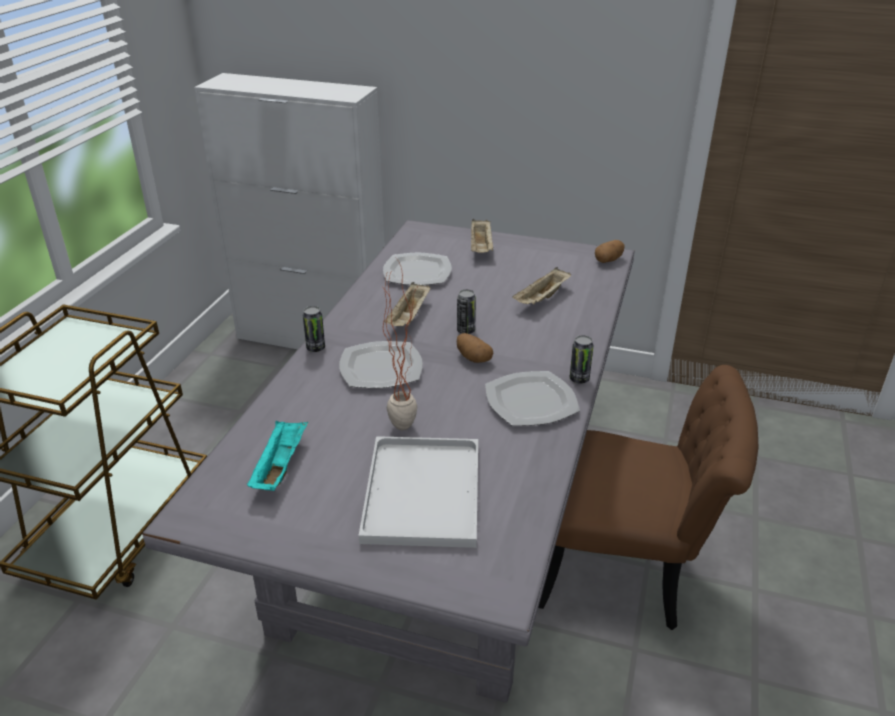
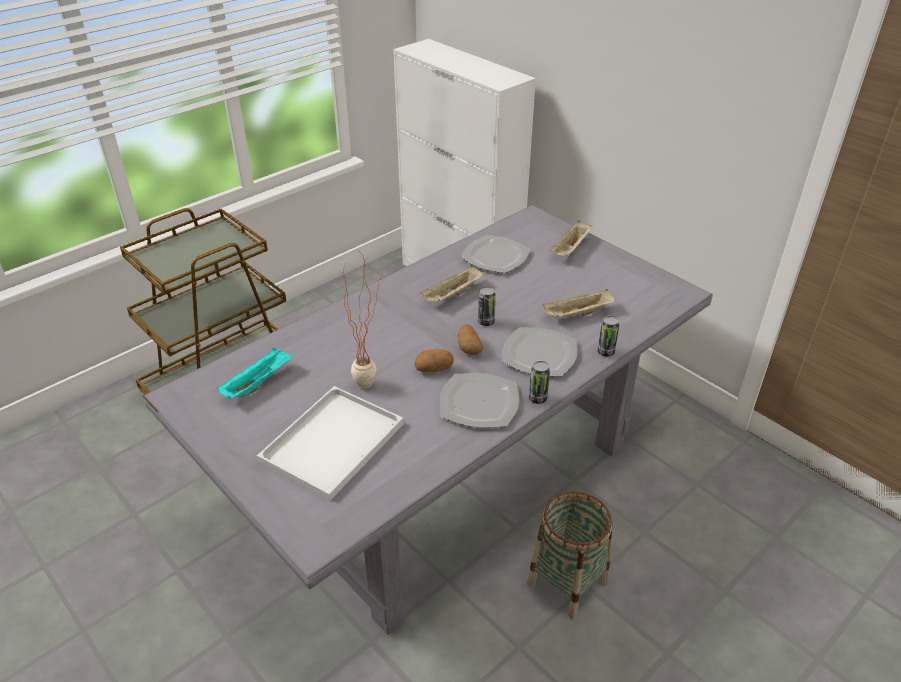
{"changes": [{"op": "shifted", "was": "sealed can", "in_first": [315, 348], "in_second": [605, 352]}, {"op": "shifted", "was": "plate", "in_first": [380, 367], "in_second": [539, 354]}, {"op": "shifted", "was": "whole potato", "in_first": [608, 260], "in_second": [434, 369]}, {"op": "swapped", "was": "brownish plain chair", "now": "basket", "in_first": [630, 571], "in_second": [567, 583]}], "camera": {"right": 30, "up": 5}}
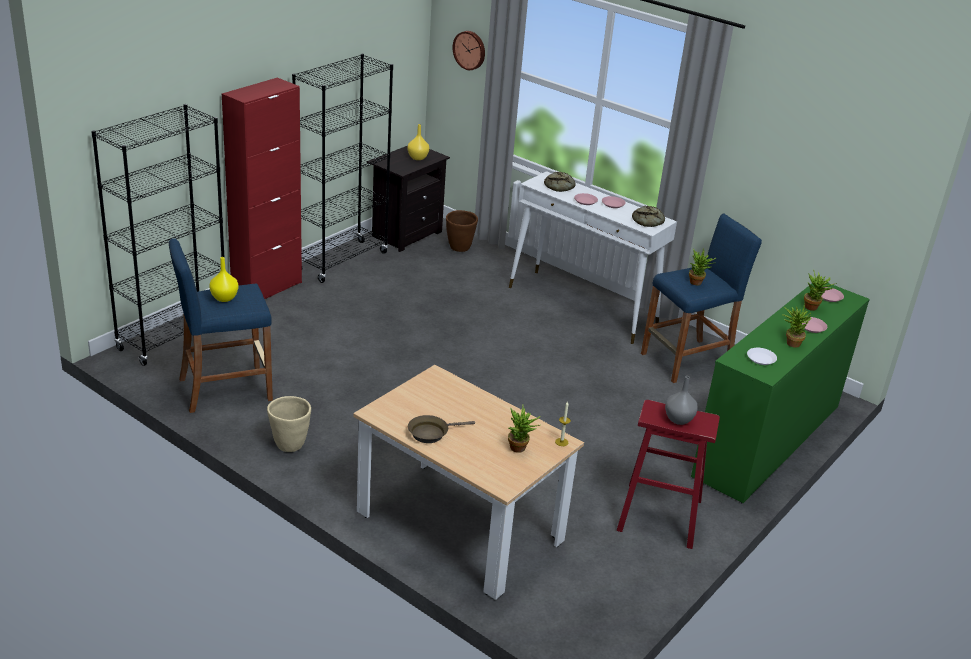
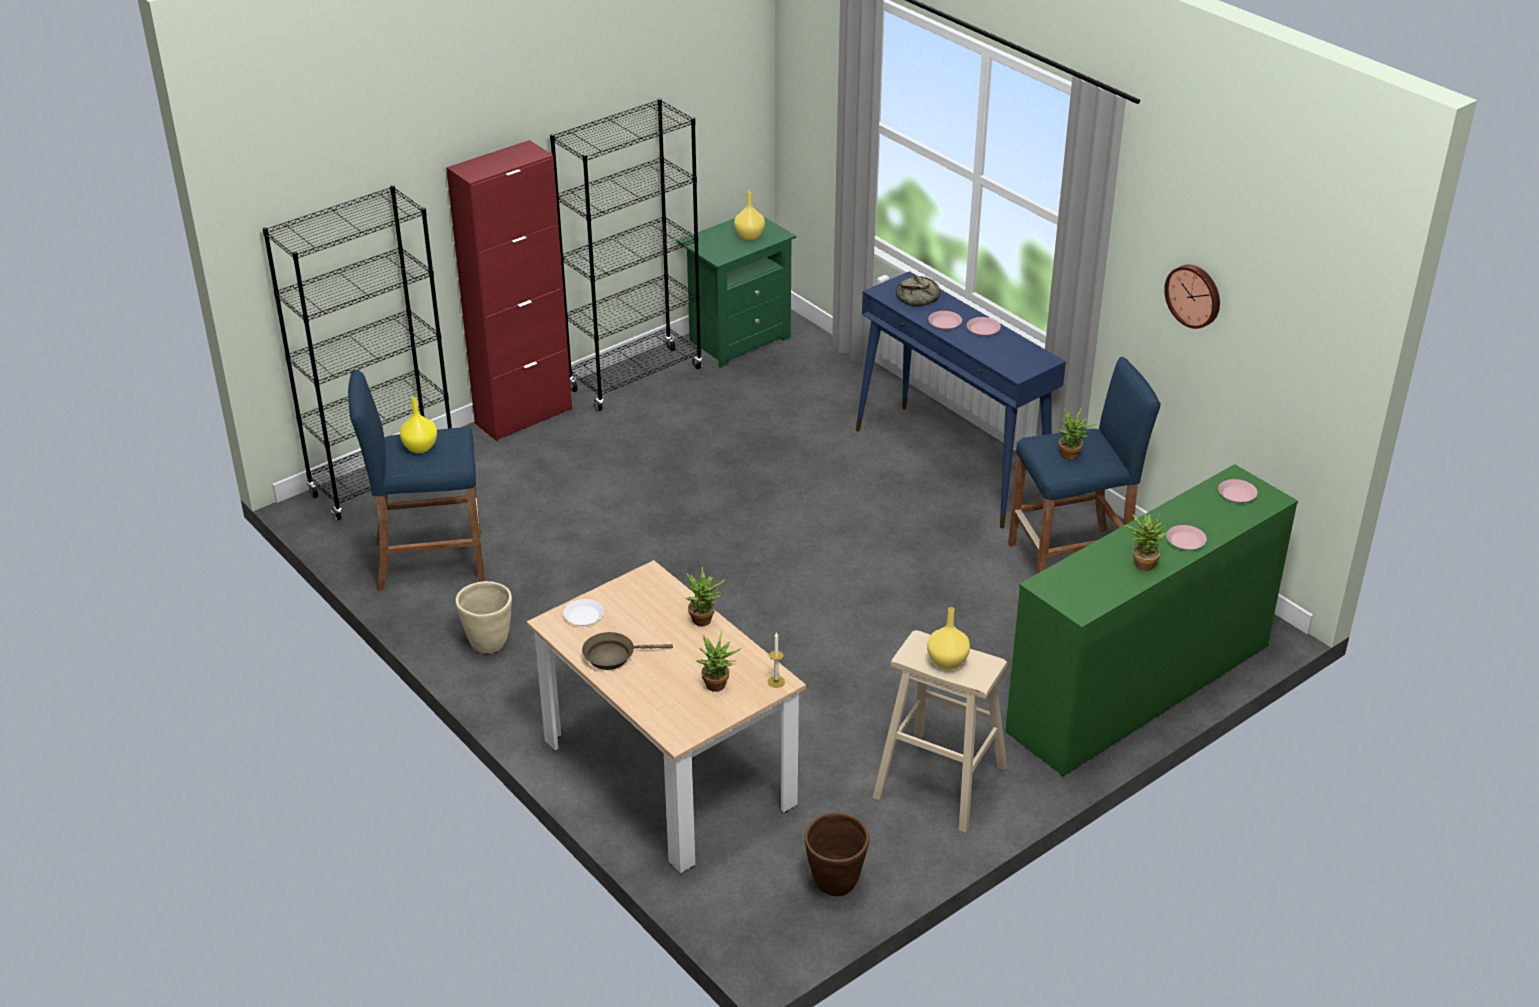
{"changes": [{"op": "gone", "was": "bakery bread", "in_first": [649, 221]}, {"op": "shifted", "was": "brownish plant pot", "in_first": [459, 248], "in_second": [835, 884]}, {"op": "shifted", "was": "clock on the wall", "in_first": [470, 50], "in_second": [1194, 295]}, {"op": "shifted", "was": "whitish plate", "in_first": [761, 359], "in_second": [584, 616]}, {"op": "shifted", "was": "potted plant", "in_first": [813, 308], "in_second": [705, 621]}, {"op": "repainted", "was": "black-coloured night table", "now": "green-coloured night table", "in_first": [405, 234], "in_second": [737, 339]}, {"op": "repainted", "was": "whitish hall table", "now": "blue hall table", "in_first": [582, 306], "in_second": [952, 465]}, {"op": "repainted", "was": "reddish stool", "now": "beige stool", "in_first": [659, 515], "in_second": [940, 781]}, {"op": "repainted", "was": "grey flower vase", "now": "yellowish flower vase", "in_first": [679, 420], "in_second": [947, 662]}], "camera": {"right": 15, "up": 5}}
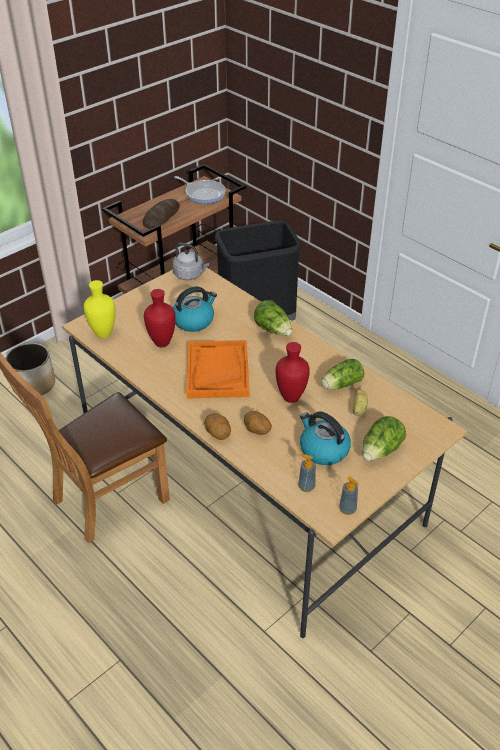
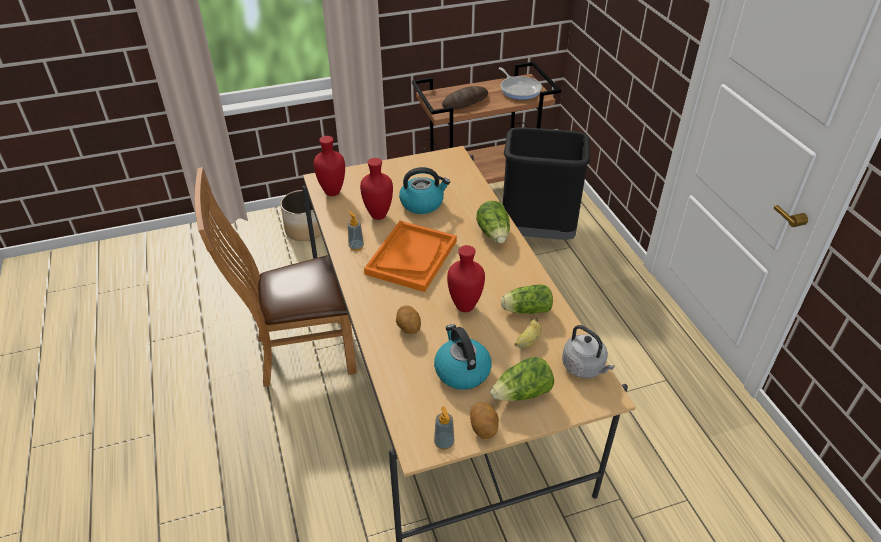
{"changes": [{"op": "shifted", "was": "grey tea kettle", "in_first": [190, 275], "in_second": [585, 367]}, {"op": "shifted", "was": "whole potato", "in_first": [218, 434], "in_second": [484, 428]}, {"op": "shifted", "was": "soap dispenser", "in_first": [306, 486], "in_second": [356, 246]}, {"op": "repainted", "was": "yellowish flower vase", "now": "reddish flower vase", "in_first": [103, 335], "in_second": [332, 193]}], "camera": {"right": 25, "up": 0}}
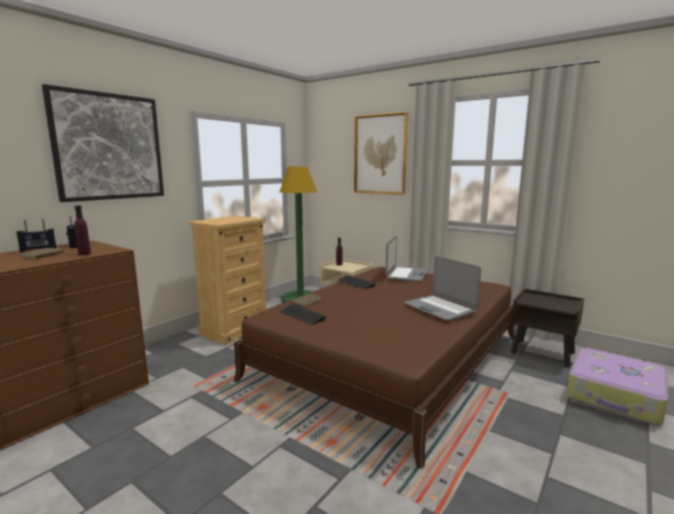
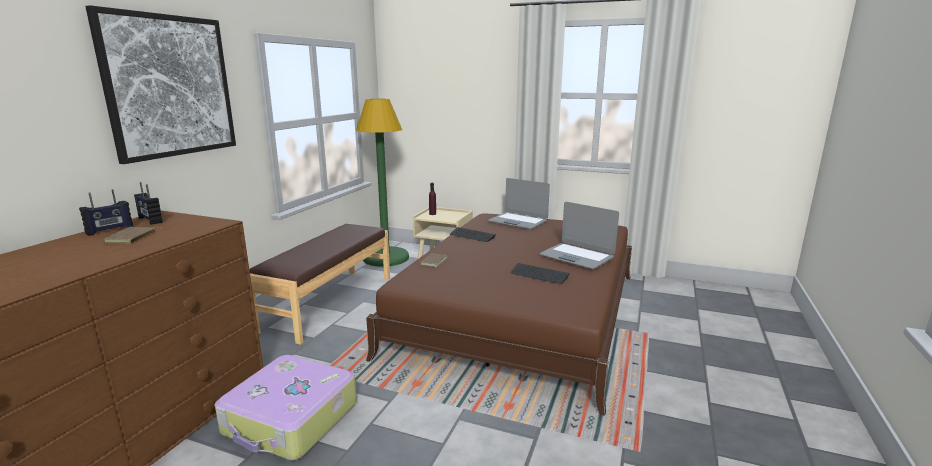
{"changes": [{"op": "gone", "was": "purple beverage bottle", "in_first": [84, 254]}, {"op": "gone", "was": "wall art", "in_first": [380, 154]}, {"op": "gone", "was": "brownish night table", "in_first": [543, 353]}, {"op": "shifted", "was": "PC keyboard", "in_first": [302, 315], "in_second": [539, 275]}, {"op": "shifted", "was": "travel case", "in_first": [615, 396], "in_second": [291, 419]}, {"op": "swapped", "was": "beige chest of drawers", "now": "brownish indoor bench", "in_first": [234, 330], "in_second": [328, 302]}, {"op": "rotated", "was": "portable computer", "in_first": [406, 275], "in_second": [518, 221], "clockwise": 120}], "camera": {"right": -15, "up": 5}}
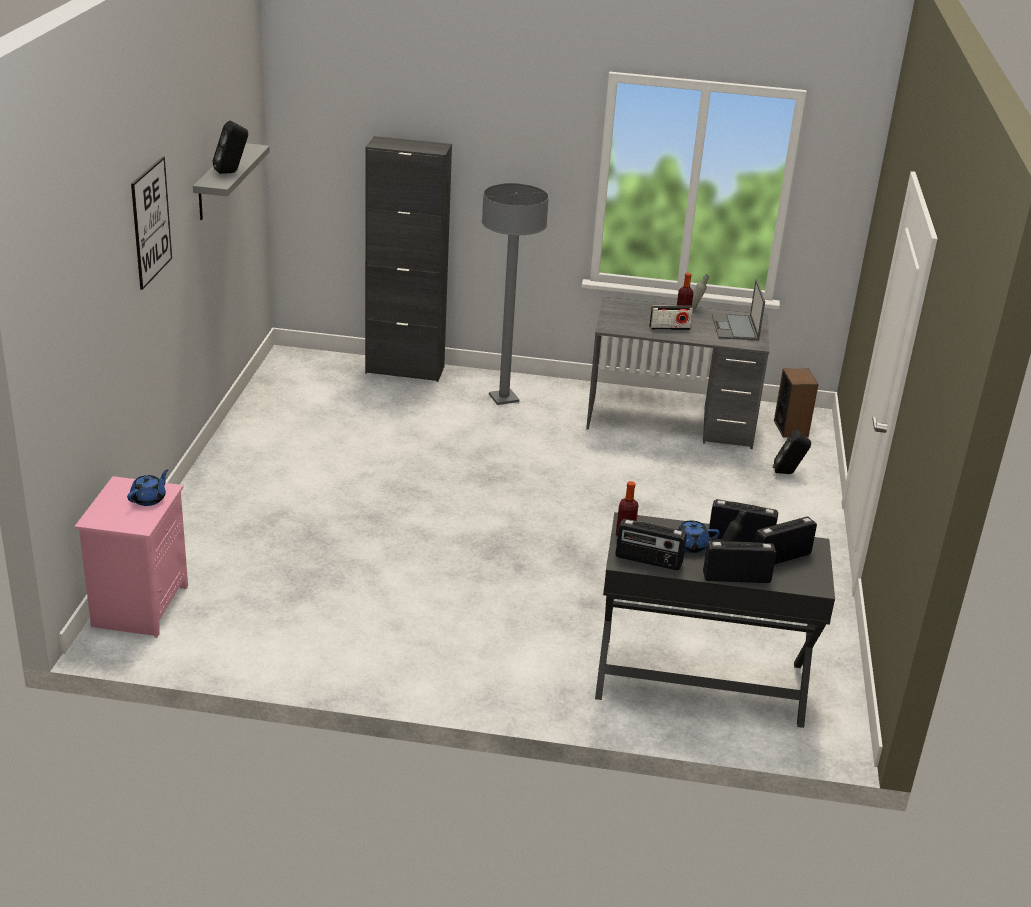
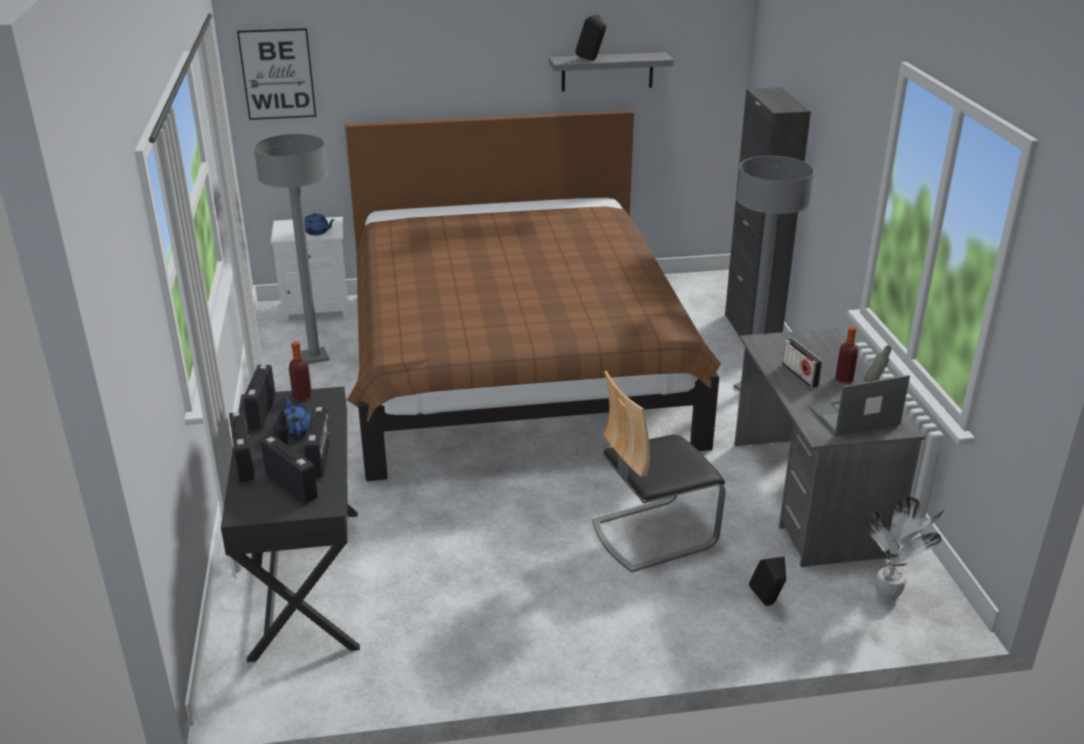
{"changes": [{"op": "new", "now": "grey standard lamp", "in_second": [314, 357]}, {"op": "new", "now": "brownish bed", "in_second": [514, 365]}, {"op": "new", "now": "plain chair", "in_second": [652, 533]}, {"op": "shifted", "was": "wall art", "in_first": [151, 222], "in_second": [277, 74]}, {"op": "swapped", "was": "audio speaker", "now": "potted plant", "in_first": [791, 428], "in_second": [889, 596]}, {"op": "repainted", "was": "pink night table", "now": "whitish night table", "in_first": [139, 605], "in_second": [318, 310]}], "camera": {"right": 75, "up": 0}}
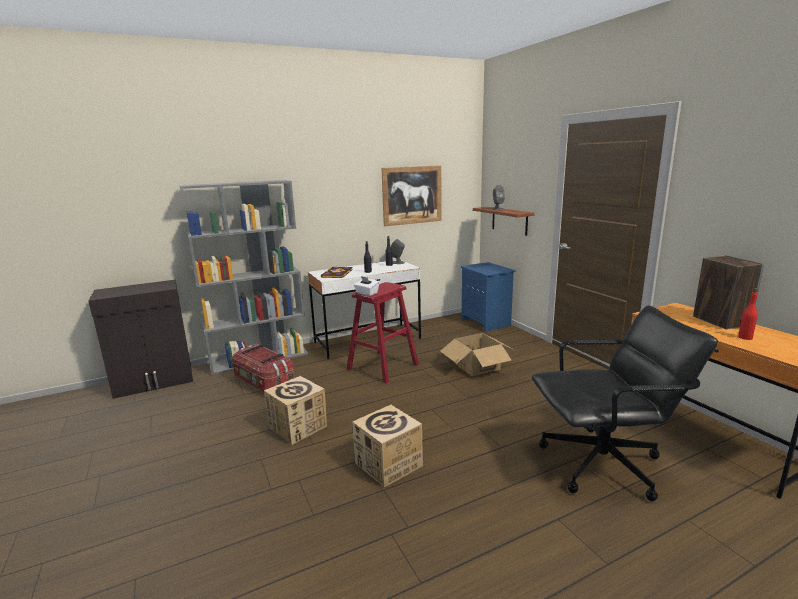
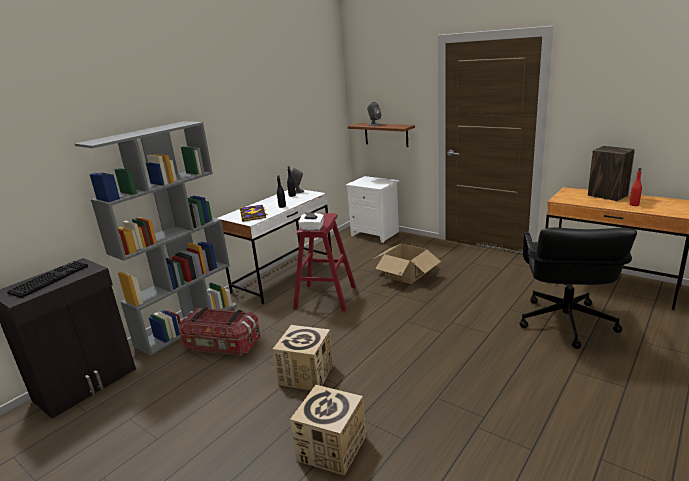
{"changes": [{"op": "gone", "was": "wall art", "in_first": [412, 195]}, {"op": "new", "now": "PC keyboard", "in_second": [50, 279]}, {"op": "shifted", "was": "carton", "in_first": [388, 464], "in_second": [332, 448]}, {"op": "repainted", "was": "blue night table", "now": "whitish night table", "in_first": [487, 323], "in_second": [376, 234]}, {"op": "rotated", "was": "black-coloured desk chair", "in_first": [603, 464], "in_second": [565, 323], "clockwise": 135}], "camera": {"right": -25, "up": 5}}
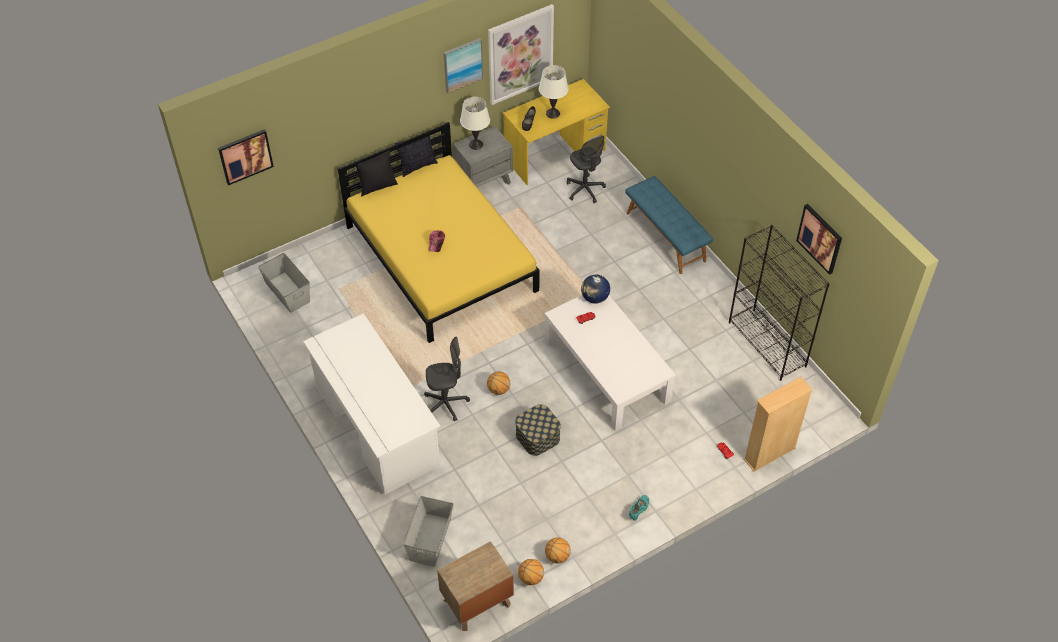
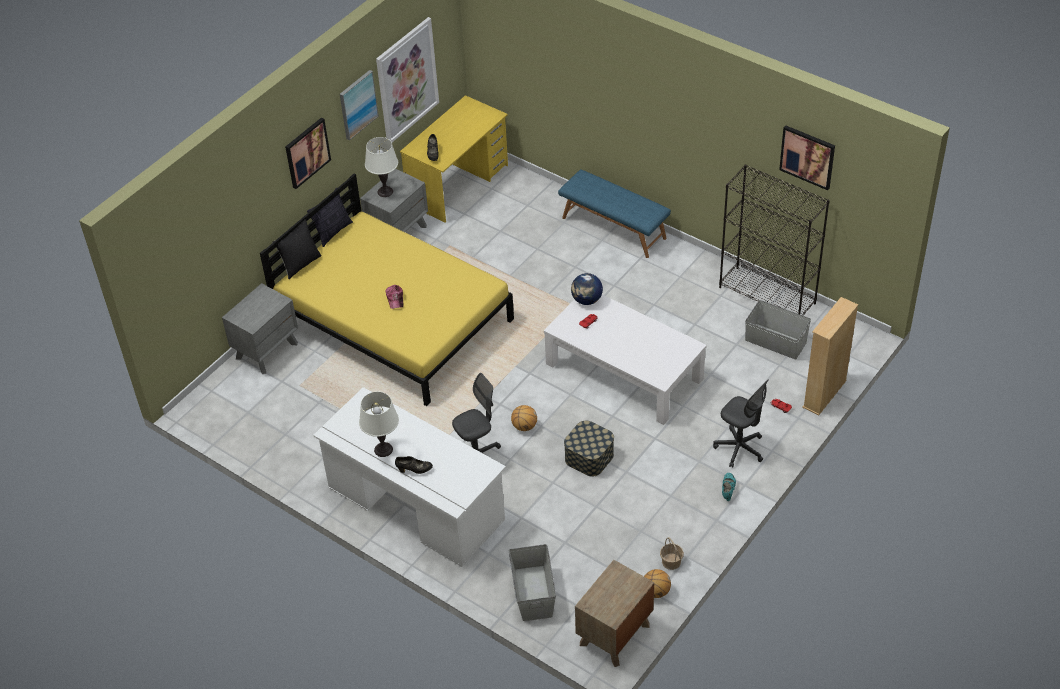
{"changes": [{"op": "new", "now": "grey night table", "in_second": [266, 350]}, {"op": "new", "now": "black-coloured shoe", "in_second": [414, 470]}, {"op": "shifted", "was": "wall art", "in_first": [245, 156], "in_second": [307, 152]}, {"op": "shifted", "was": "grey storage container", "in_first": [287, 292], "in_second": [775, 341]}, {"op": "shifted", "was": "whitish lamp for a table", "in_first": [553, 113], "in_second": [383, 449]}, {"op": "shifted", "was": "grey desk chair", "in_first": [585, 189], "in_second": [739, 448]}, {"op": "swapped", "was": "basketball ball", "now": "basket", "in_first": [557, 556], "in_second": [671, 562]}], "camera": {"right": -20, "up": -5}}
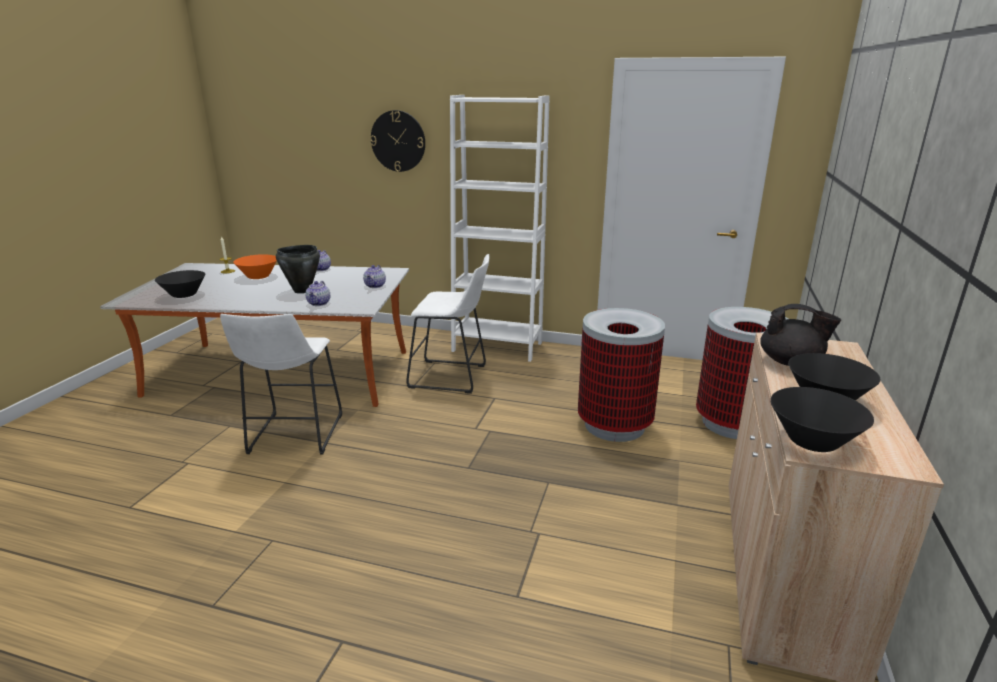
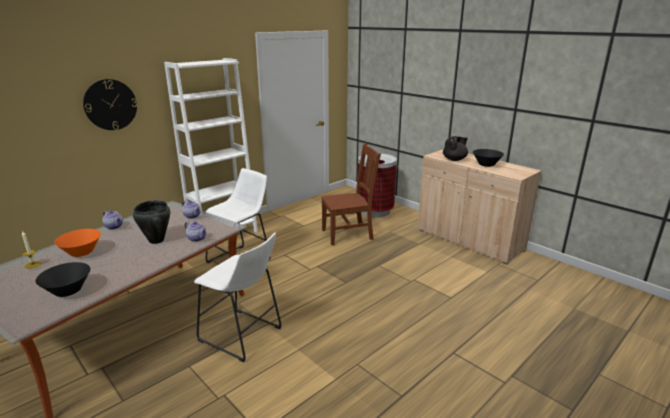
{"changes": [{"op": "gone", "was": "black-coloured serving bowl", "in_first": [813, 441]}, {"op": "swapped", "was": "trash can", "now": "brownish plain chair", "in_first": [614, 425], "in_second": [349, 234]}], "camera": {"right": -60, "up": 0}}
